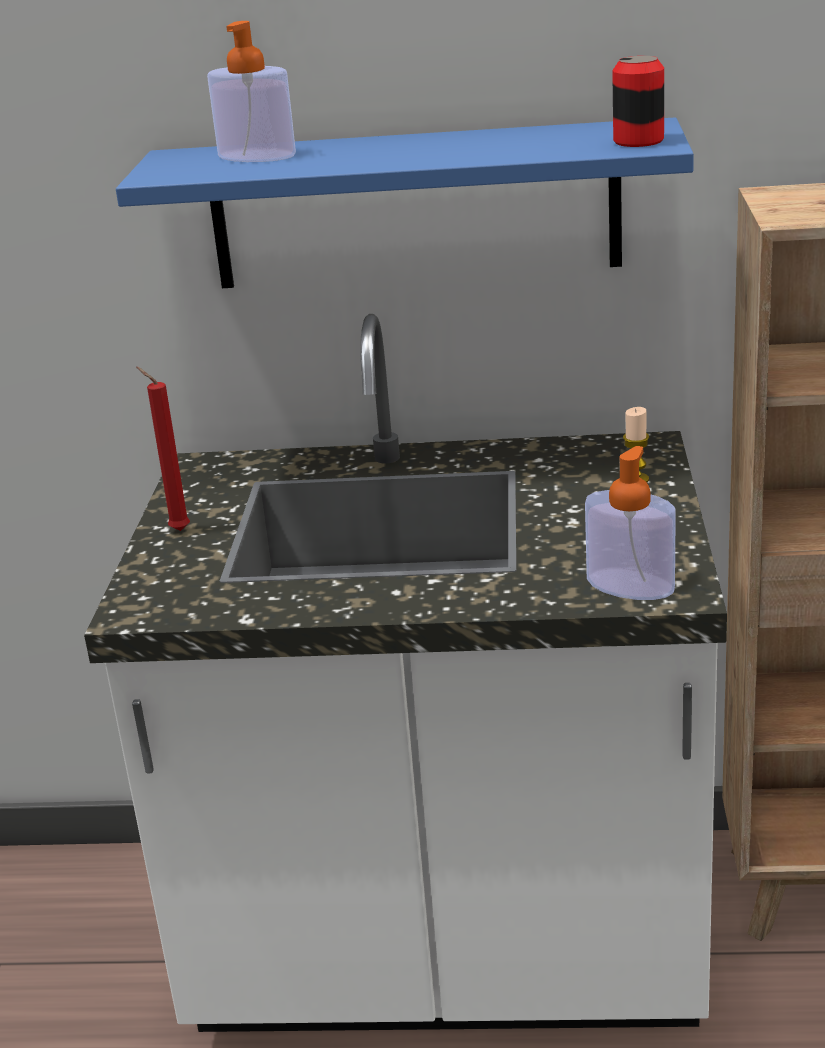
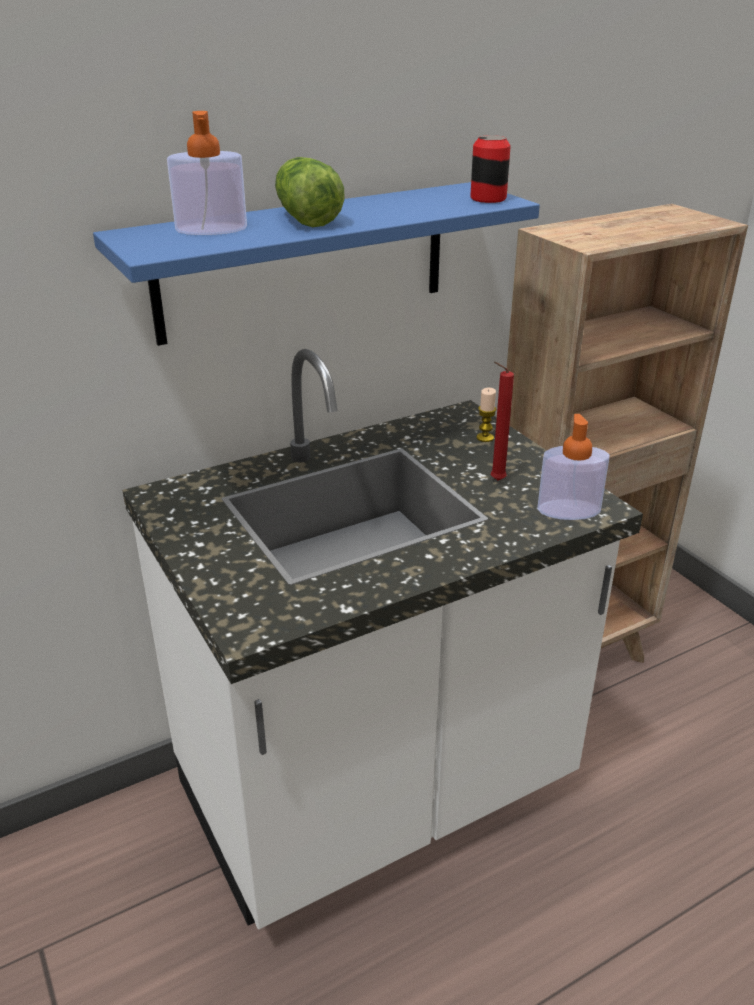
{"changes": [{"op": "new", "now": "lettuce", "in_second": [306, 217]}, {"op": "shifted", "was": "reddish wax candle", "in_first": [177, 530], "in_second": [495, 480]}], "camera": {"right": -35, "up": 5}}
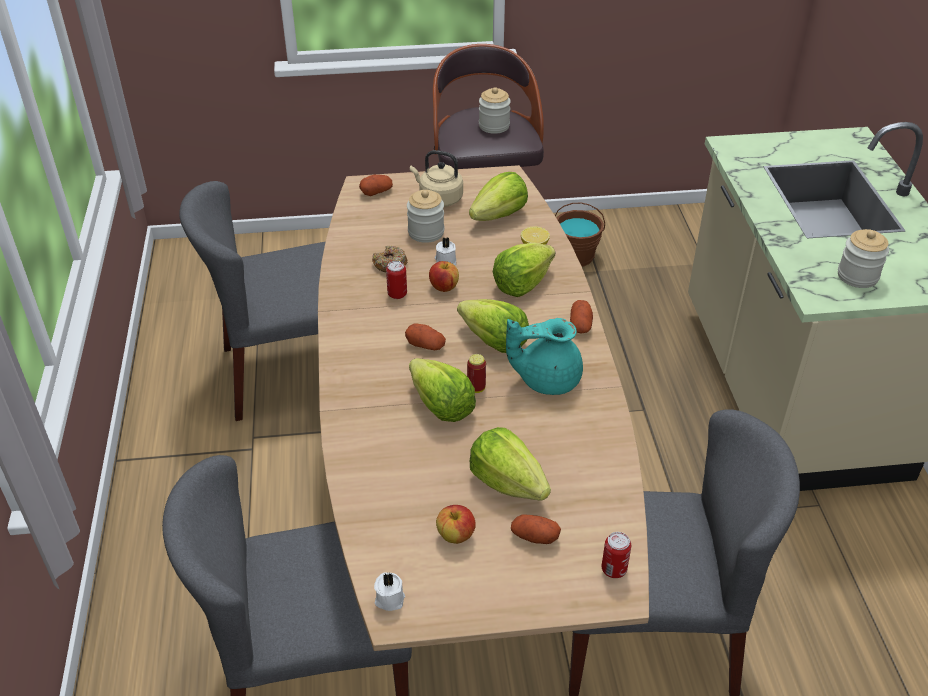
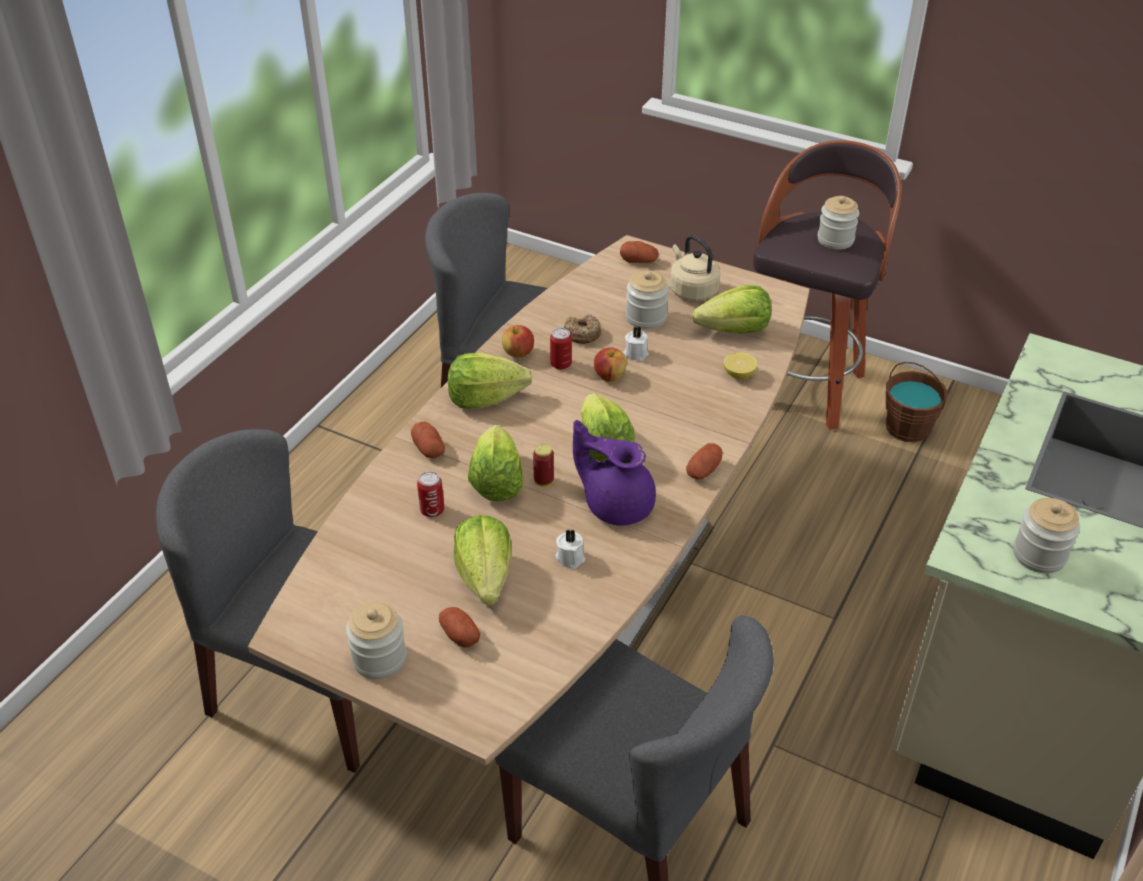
{"changes": [{"op": "new", "now": "storage jar", "in_second": [379, 658]}, {"op": "shifted", "was": "whitish wax candle", "in_first": [389, 598], "in_second": [570, 557]}, {"op": "shifted", "was": "whole potato", "in_first": [425, 345], "in_second": [429, 449]}, {"op": "shifted", "was": "apple fruit", "in_first": [456, 535], "in_second": [518, 353]}, {"op": "shifted", "was": "lettuce", "in_first": [522, 284], "in_second": [485, 398]}, {"op": "shifted", "was": "sealed can", "in_first": [614, 569], "in_second": [432, 510]}, {"op": "repainted", "was": "turquoise tea pot", "now": "purple tea pot", "in_first": [546, 378], "in_second": [616, 504]}], "camera": {"right": 35, "up": 0}}
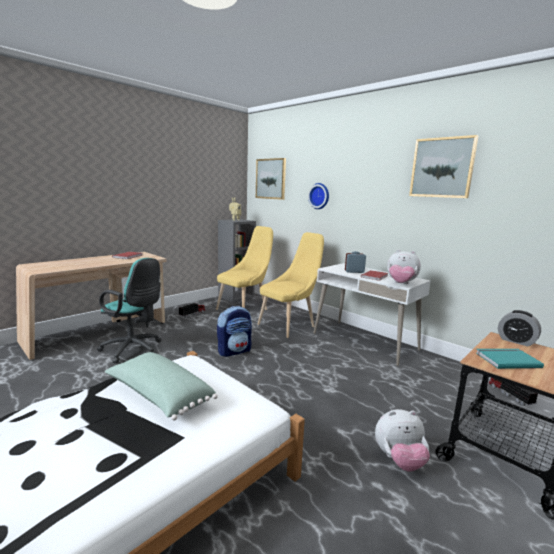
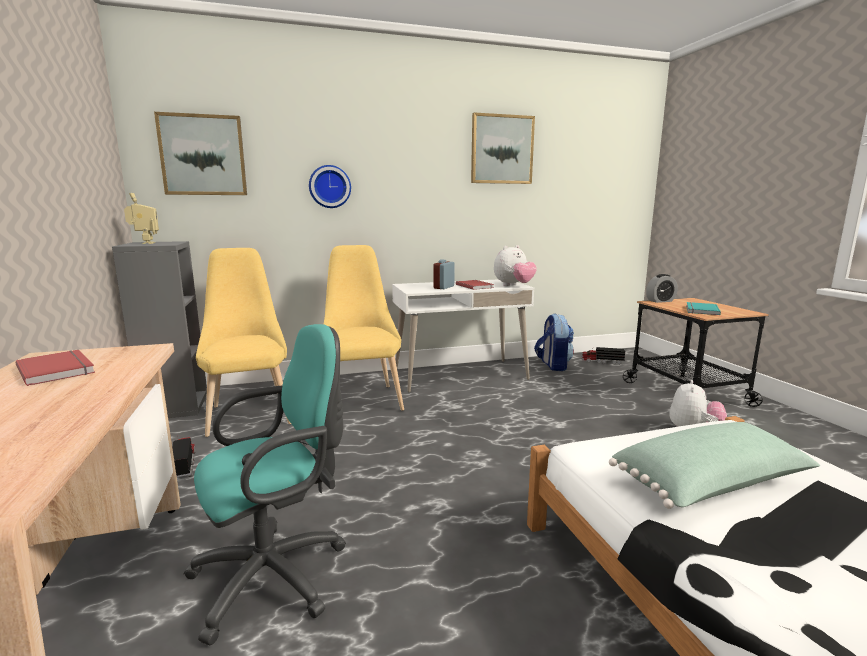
{"changes": [{"op": "shifted", "was": "knapsack", "in_first": [234, 351], "in_second": [553, 365]}], "camera": {"right": -60, "up": 0}}
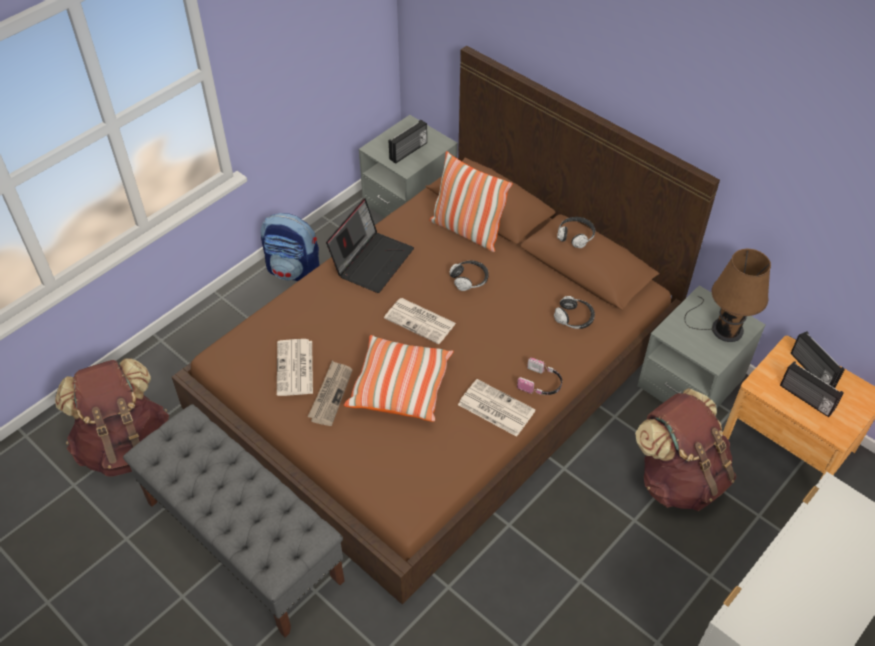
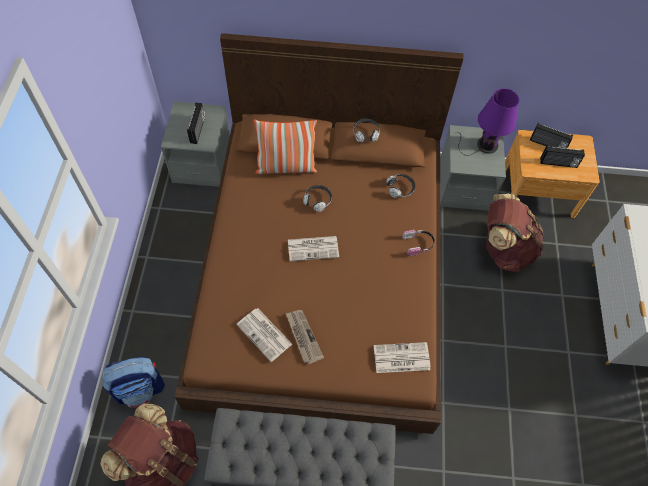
{"changes": [{"op": "gone", "was": "portable computer", "in_first": [372, 260]}, {"op": "gone", "was": "pillow", "in_first": [400, 387]}, {"op": "shifted", "was": "knapsack", "in_first": [294, 271], "in_second": [140, 388]}, {"op": "shifted", "was": "printed paper", "in_first": [495, 408], "in_second": [400, 358]}, {"op": "repainted", "was": "brownish lamp for a table", "now": "purple lamp for a table", "in_first": [723, 328], "in_second": [484, 145]}], "camera": {"right": -40, "up": 10}}
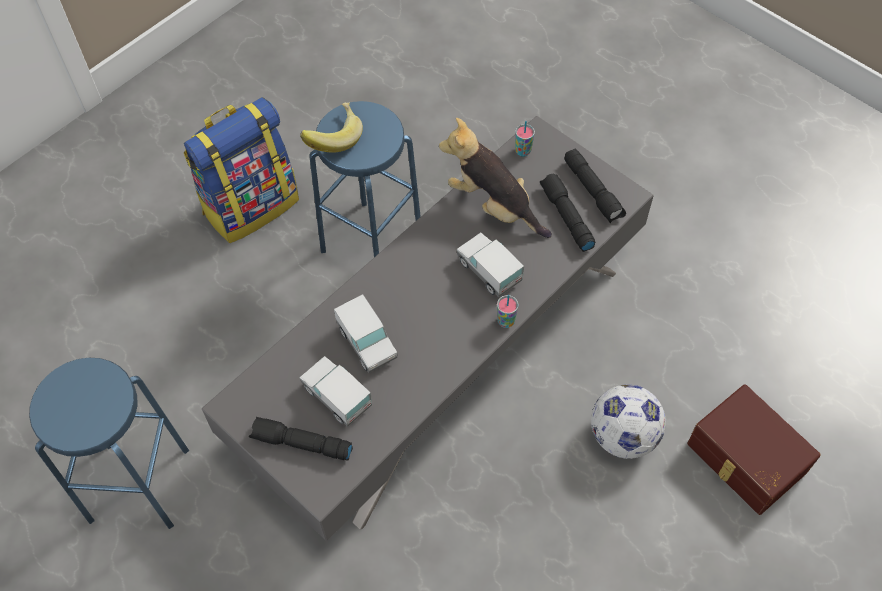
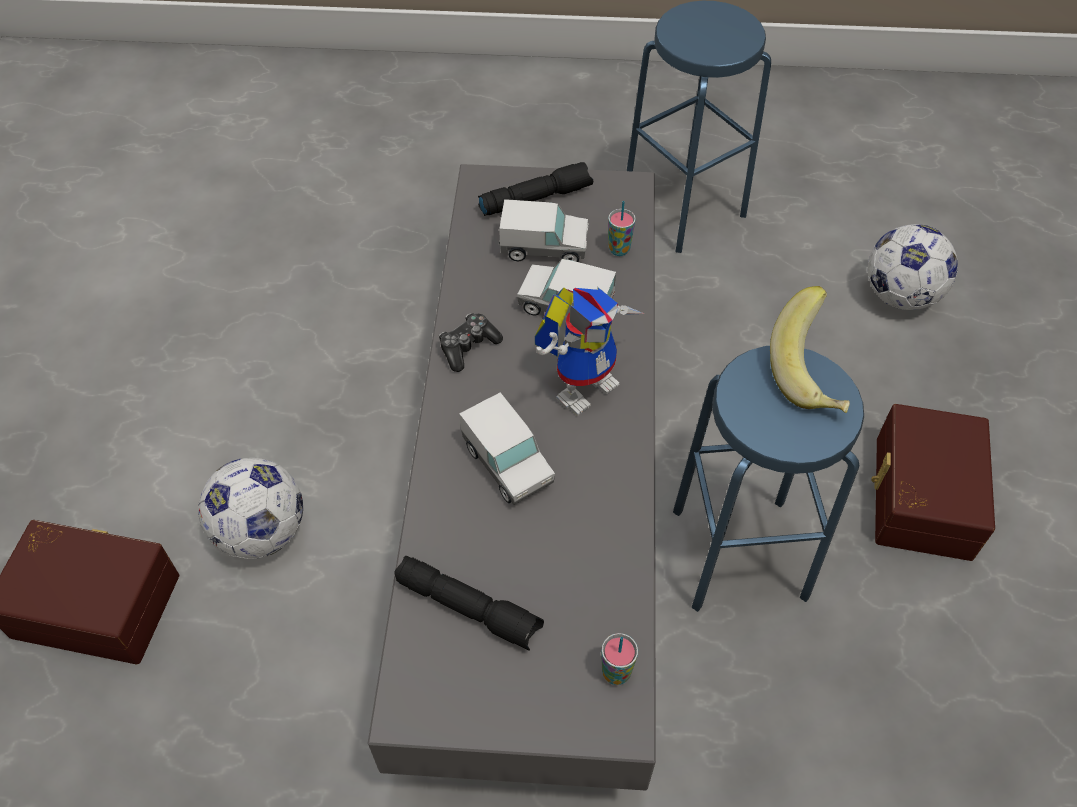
{"changes": [{"op": "gone", "was": "soft toy", "in_first": [493, 205]}, {"op": "gone", "was": "black-coloured torch", "in_first": [593, 191]}, {"op": "new", "now": "joypad", "in_second": [468, 347]}, {"op": "new", "now": "robot figure", "in_second": [584, 383]}, {"op": "new", "now": "football ball", "in_second": [900, 295]}, {"op": "shifted", "was": "drinking cup", "in_first": [506, 321], "in_second": [619, 249]}, {"op": "swapped", "was": "knapsack", "now": "brownish storage container", "in_first": [251, 205], "in_second": [919, 496]}, {"op": "rotated", "was": "model truck", "in_first": [489, 271], "in_second": [507, 465], "clockwise": 45}], "camera": {"right": 140, "up": -5}}
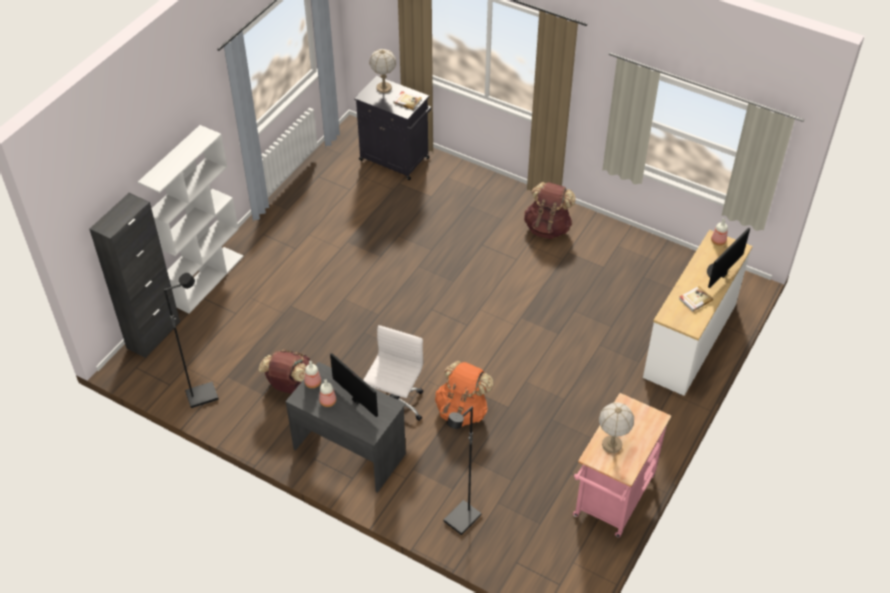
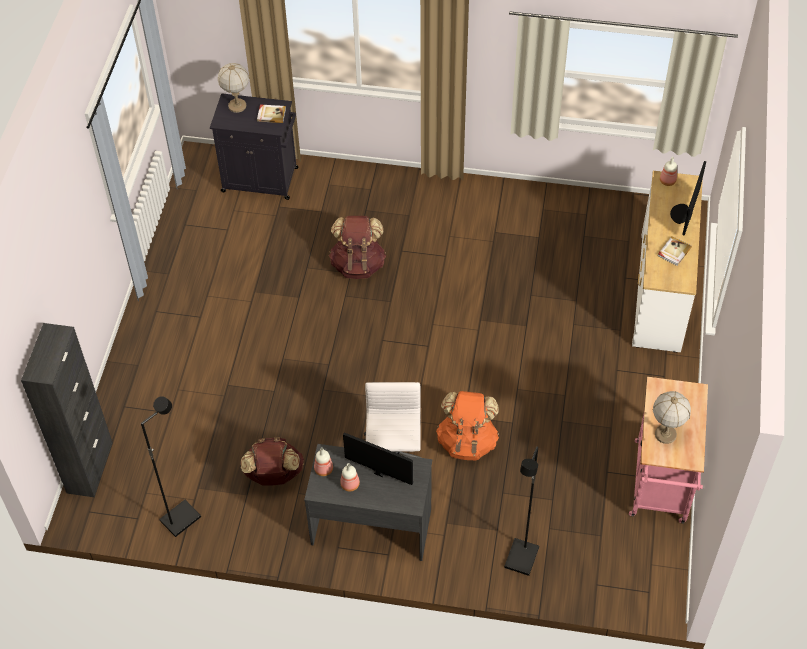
{"changes": [{"op": "gone", "was": "whitish bookcase", "in_first": [206, 279]}, {"op": "shifted", "was": "brownish knapsack", "in_first": [548, 227], "in_second": [358, 264]}], "camera": {"right": -20, "up": 5}}
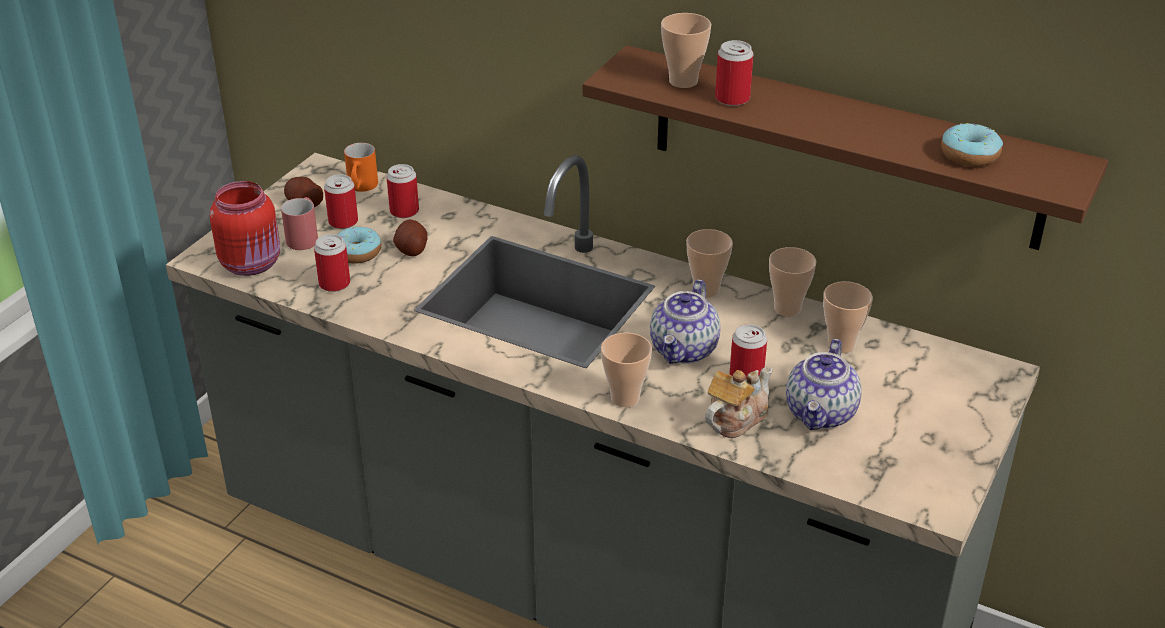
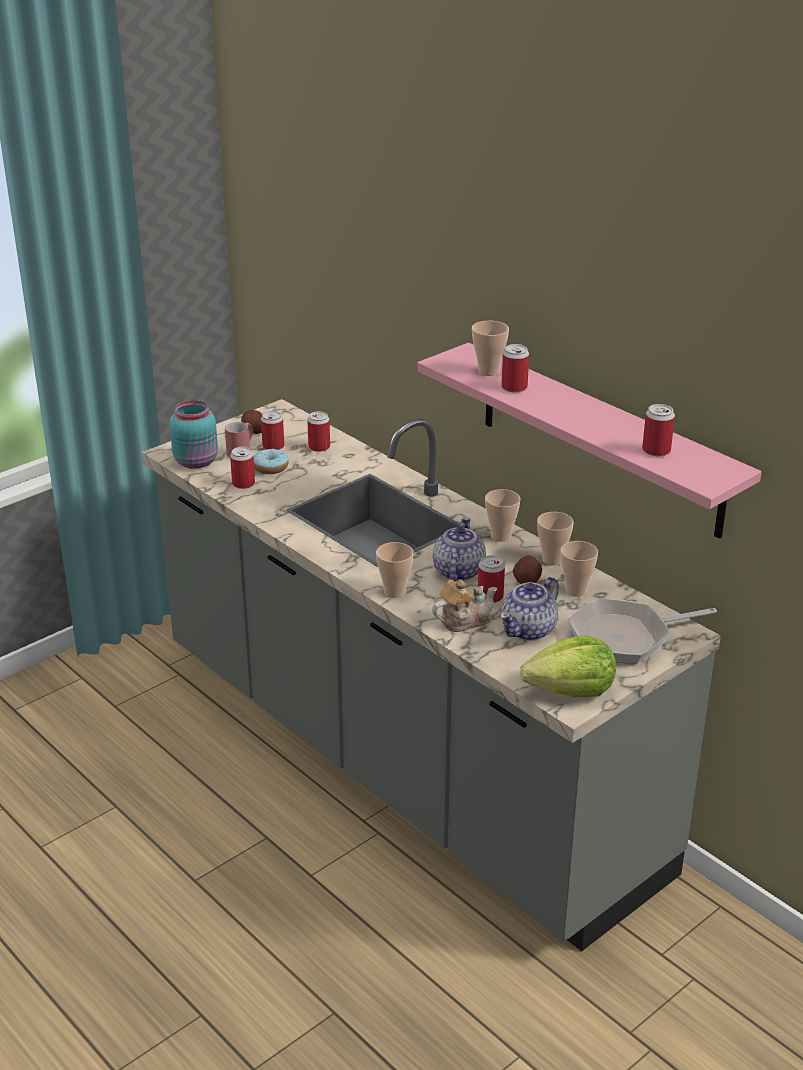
{"changes": [{"op": "gone", "was": "orangey mug", "in_first": [361, 188]}, {"op": "new", "now": "lettuce", "in_second": [571, 690]}, {"op": "new", "now": "skillet", "in_second": [626, 637]}, {"op": "shifted", "was": "whole potato", "in_first": [411, 250], "in_second": [527, 581]}, {"op": "swapped", "was": "ring doughnut", "now": "sealed can", "in_first": [969, 155], "in_second": [656, 450]}, {"op": "repainted", "was": "reddish storage jar", "now": "turquoise storage jar", "in_first": [253, 264], "in_second": [197, 462]}, {"op": "repainted", "was": "brownish bracket shelf", "now": "pink bracket shelf", "in_first": [845, 147], "in_second": [599, 439]}, {"op": "rotated", "was": "tea pot", "in_first": [684, 350], "in_second": [458, 571], "clockwise": 150}], "camera": {"right": 20, "up": -5}}
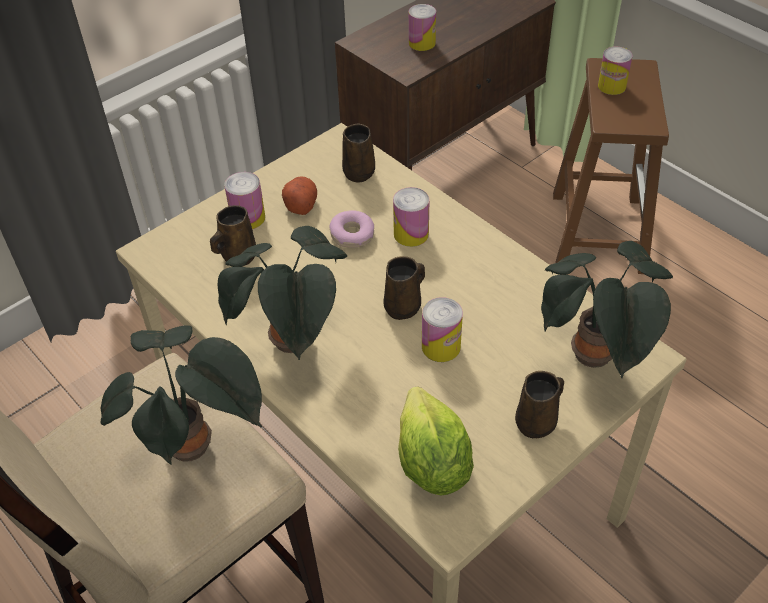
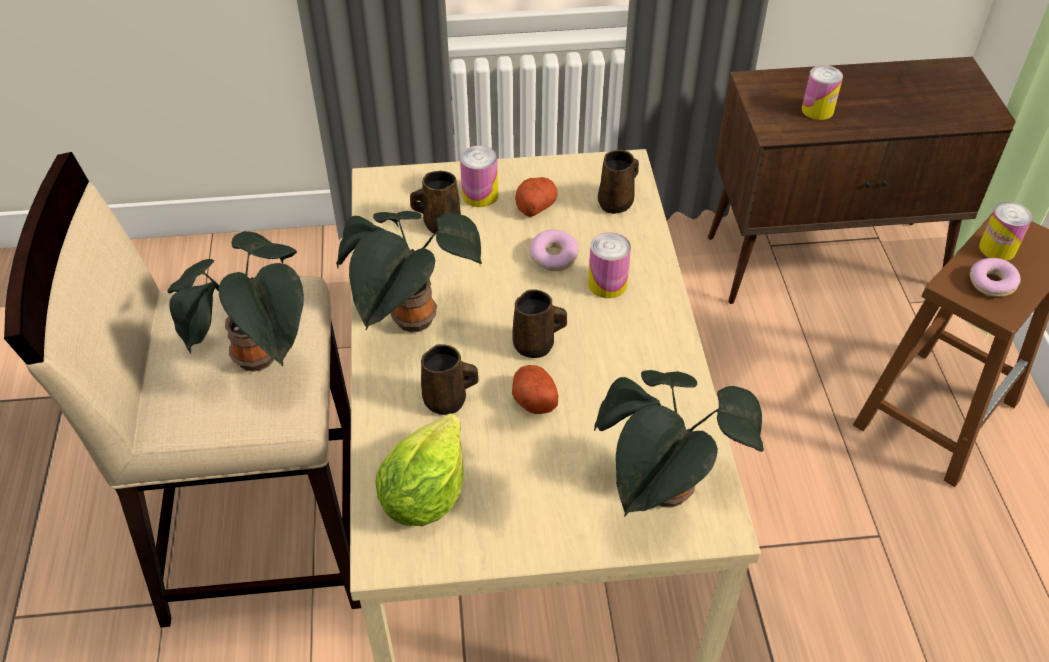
{"changes": [{"op": "new", "now": "ring doughnut", "in_second": [991, 283]}, {"op": "shifted", "was": "brownish mug", "in_first": [537, 422], "in_second": [448, 401]}, {"op": "swapped", "was": "sealed can", "now": "whole potato", "in_first": [441, 346], "in_second": [533, 399]}], "camera": {"right": 35, "up": 0}}
